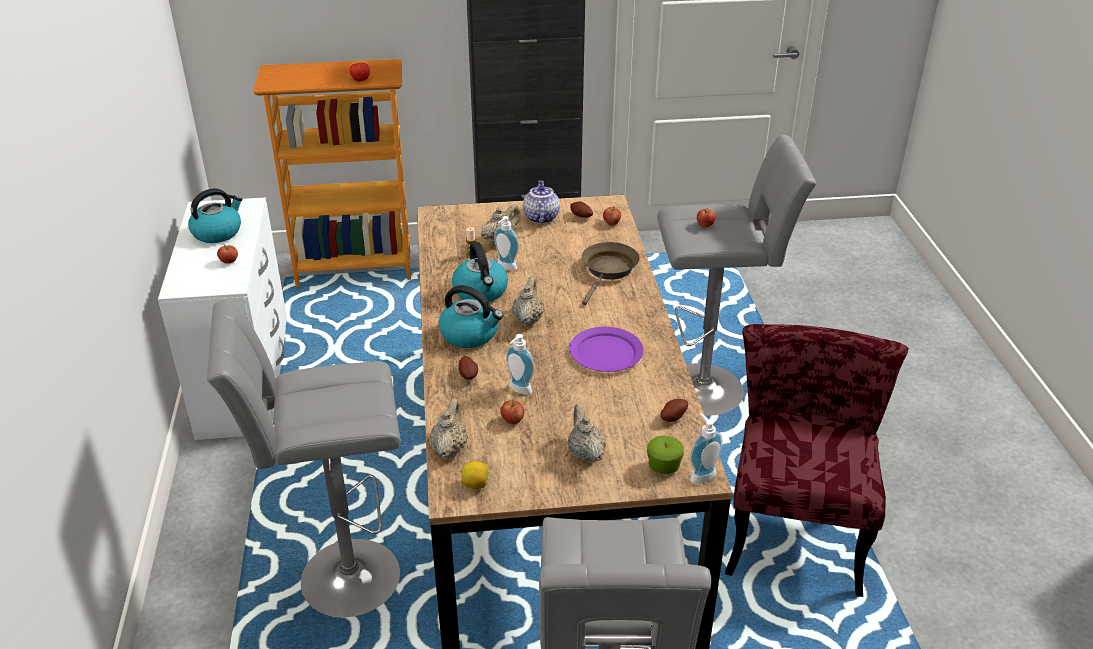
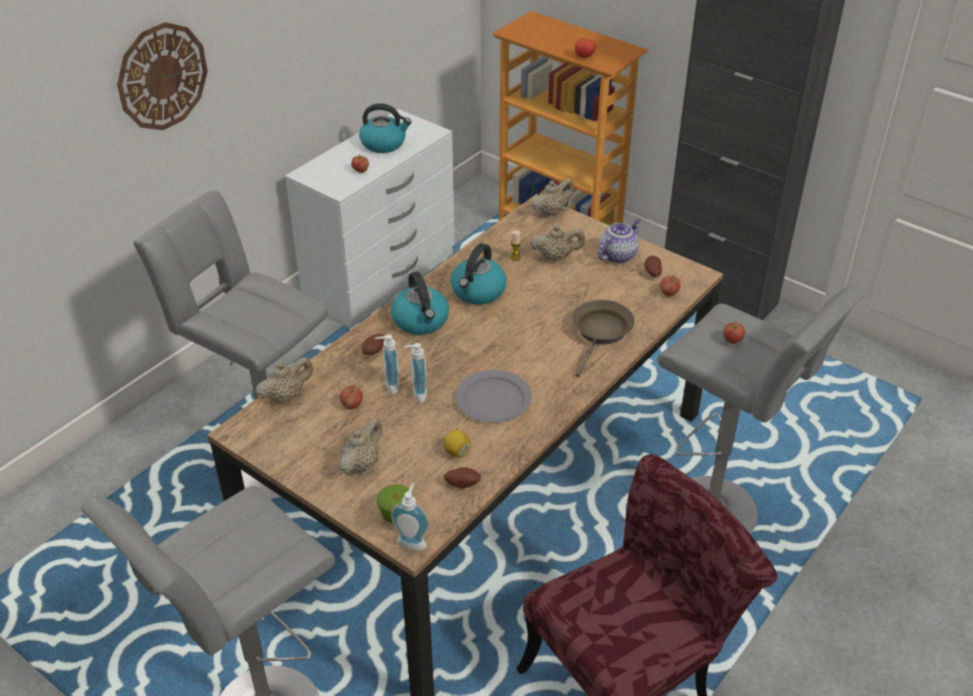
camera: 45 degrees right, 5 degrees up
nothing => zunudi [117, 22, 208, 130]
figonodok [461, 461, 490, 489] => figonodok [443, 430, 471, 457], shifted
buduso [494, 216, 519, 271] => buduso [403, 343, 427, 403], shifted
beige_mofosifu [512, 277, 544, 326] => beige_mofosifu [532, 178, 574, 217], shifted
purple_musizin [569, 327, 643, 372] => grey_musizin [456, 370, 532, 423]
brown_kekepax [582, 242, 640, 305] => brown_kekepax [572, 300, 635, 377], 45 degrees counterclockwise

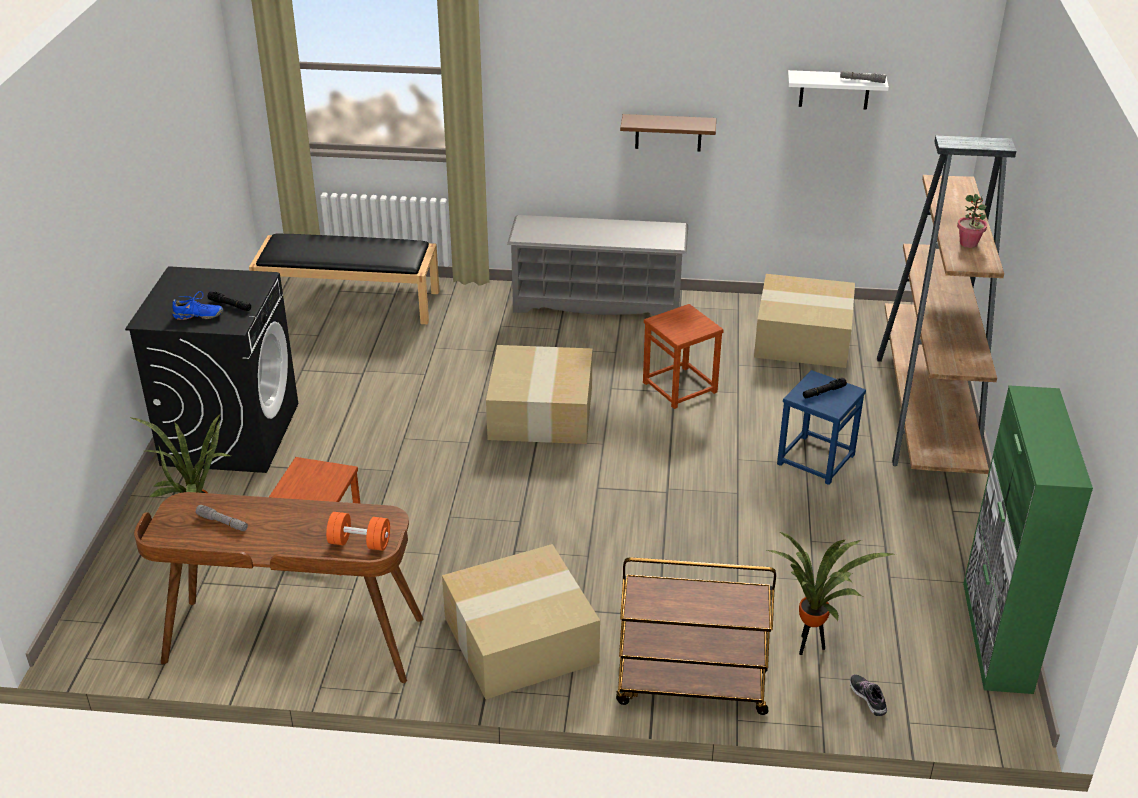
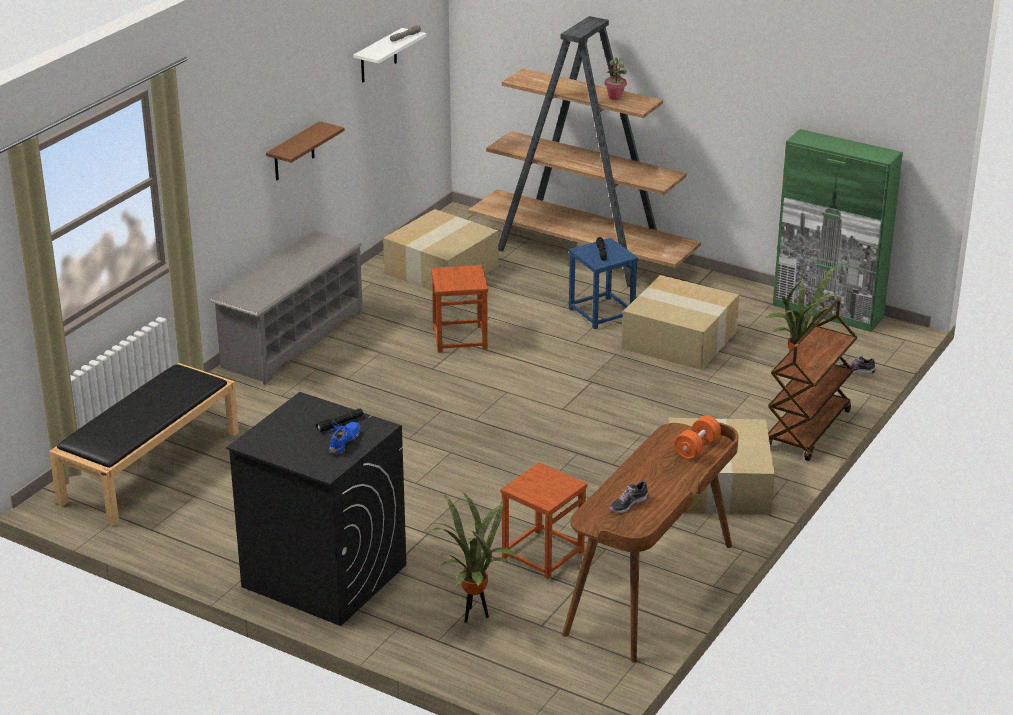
camera: 65 degrees left, 5 degrees down
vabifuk [486, 345, 593, 444] => vabifuk [622, 275, 739, 370], shifted
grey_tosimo [196, 505, 248, 531] => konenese [609, 479, 648, 513]

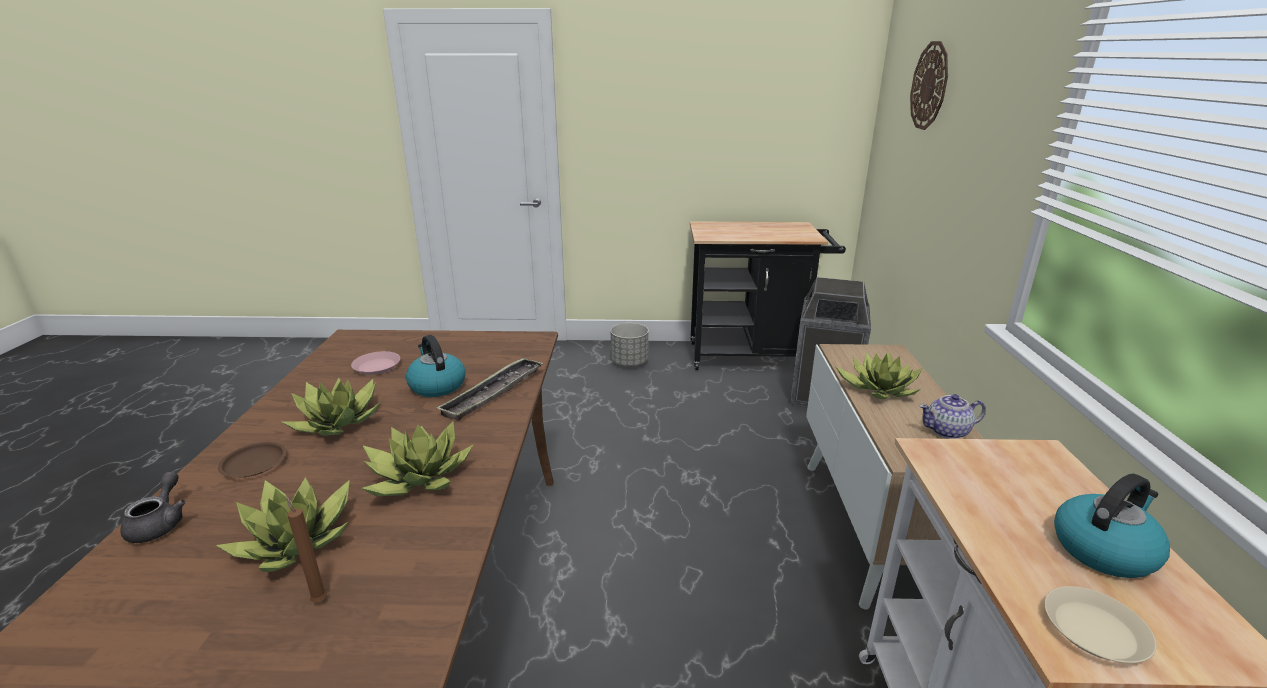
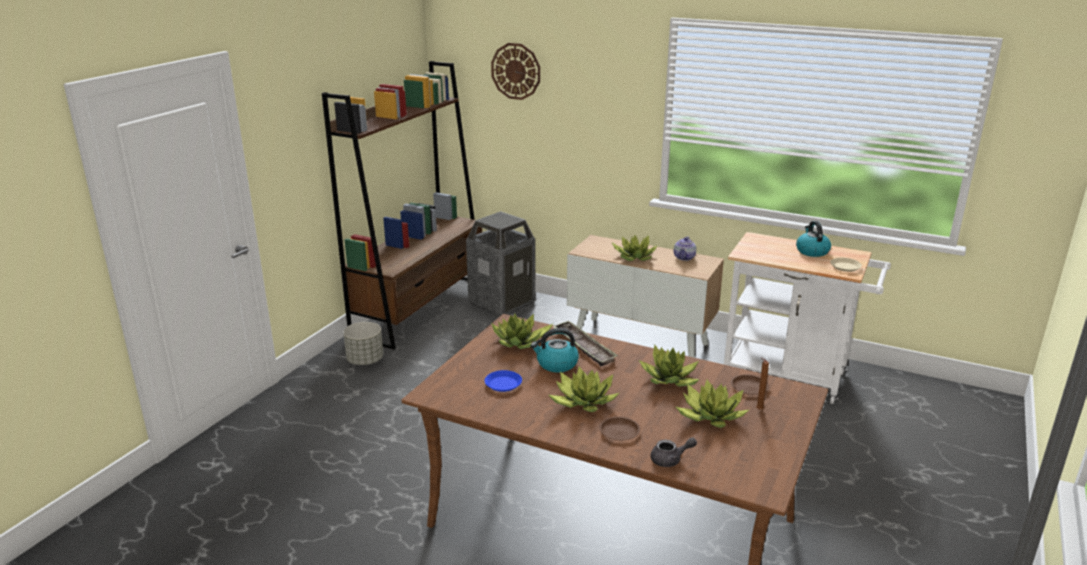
camera: 65 degrees left, 0 degrees up
nothing => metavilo [491, 314, 553, 349]
nothing => brown_musizin [731, 374, 769, 395]
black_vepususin [690, 221, 846, 370] => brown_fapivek [322, 61, 482, 349]
pink_musizin [351, 351, 400, 375] => blue_musizin [485, 370, 522, 392]
grey_mofosifu [120, 472, 186, 543] => grey_mofosifu [651, 437, 697, 467], 150 degrees clockwise

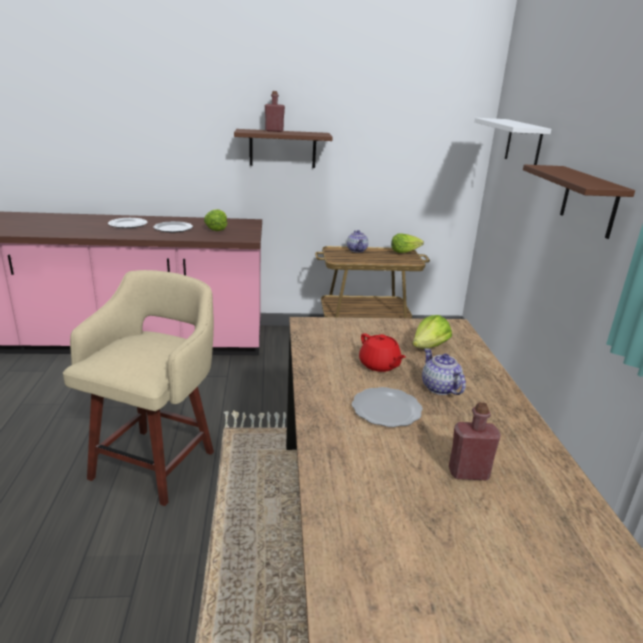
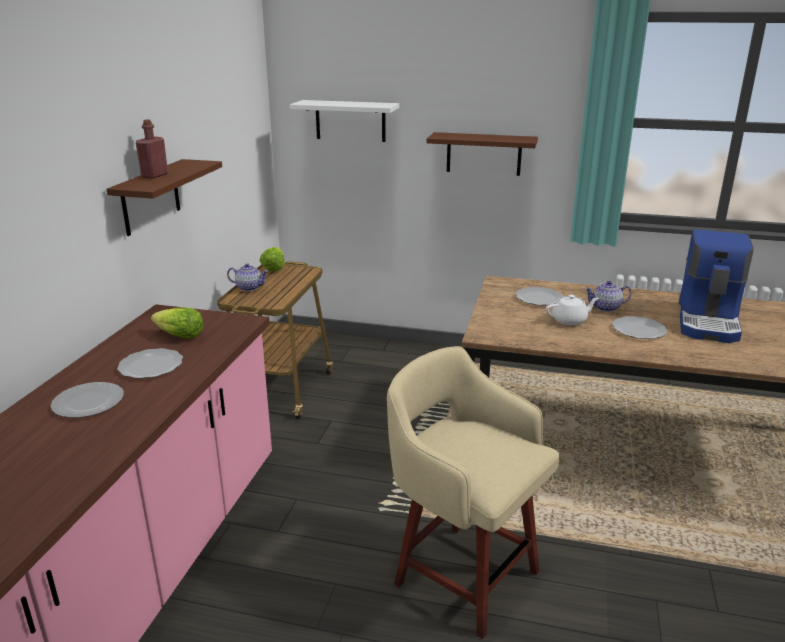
camera: 70 degrees left, 0 degrees up
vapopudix [412, 315, 452, 349] => musizin [515, 287, 562, 306]
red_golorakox [449, 402, 501, 480] => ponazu [679, 229, 754, 343]
red_mofosifu [359, 333, 406, 372] => white_mofosifu [546, 295, 599, 325]

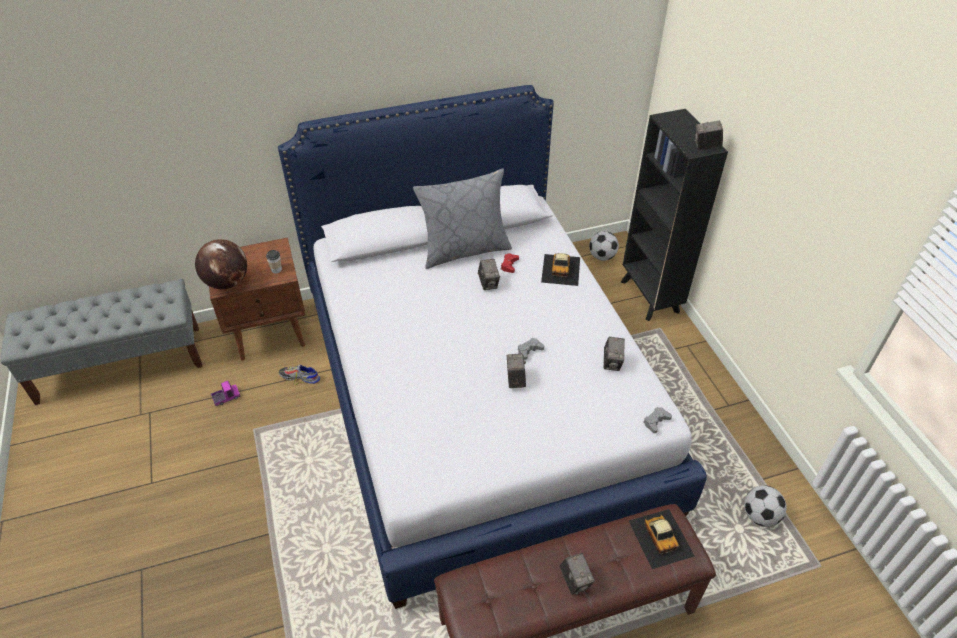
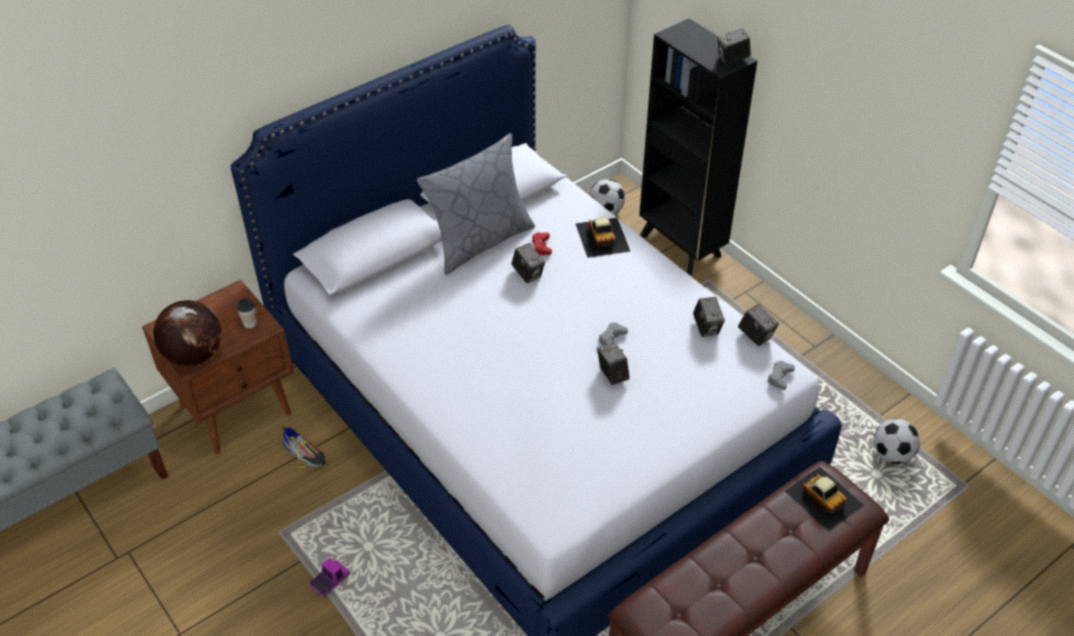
camera: 20 degrees left, 0 degrees up
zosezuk [211, 381, 241, 406] => zosezuk [309, 558, 350, 598], shifted
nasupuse [560, 553, 595, 594] => nasupuse [738, 304, 779, 346], shifted
konenese [279, 365, 320, 385] => konenese [283, 427, 326, 468], 135 degrees counterclockwise

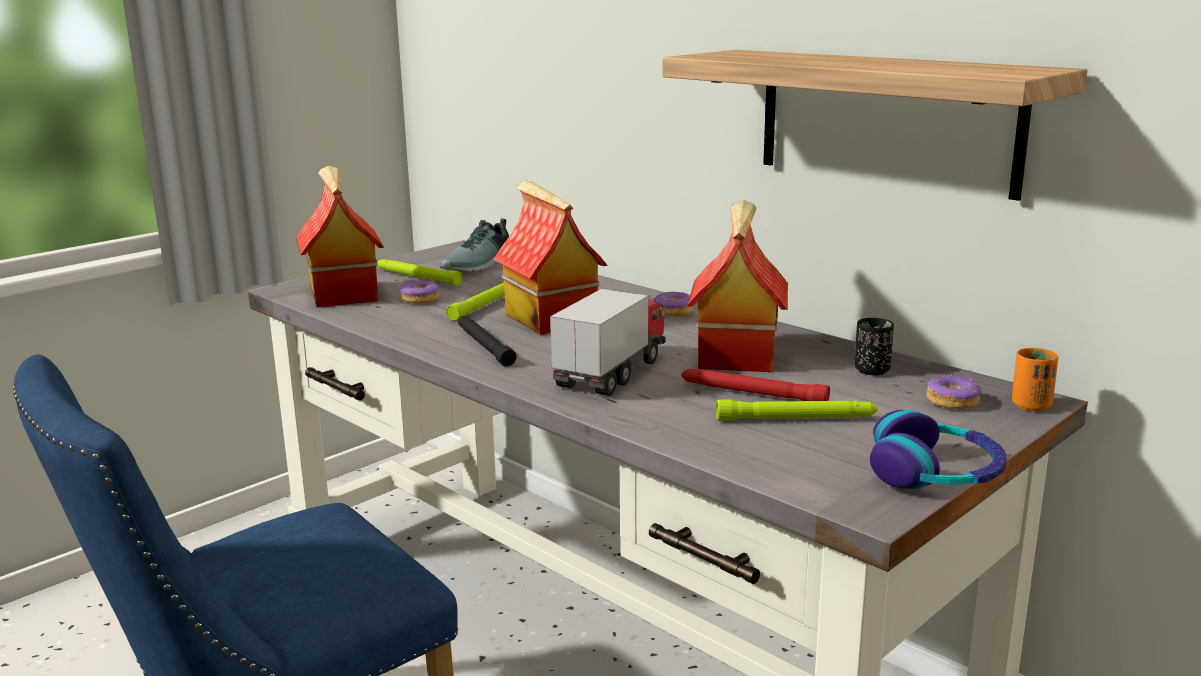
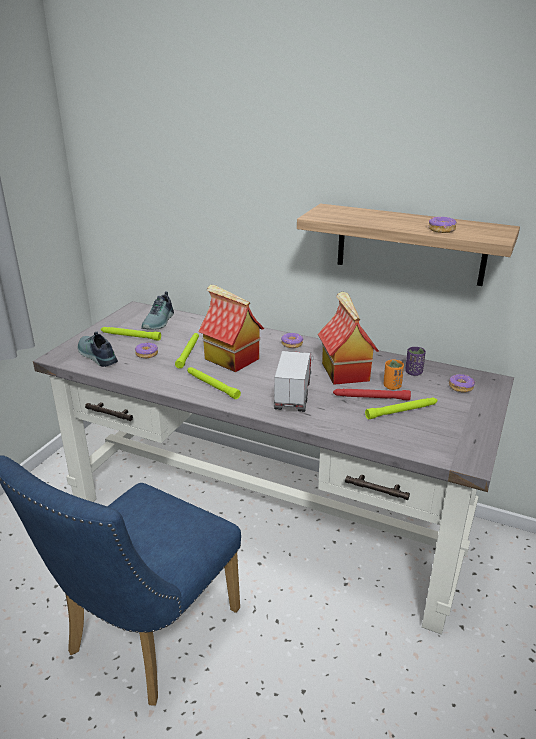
camera: 20 degrees left, 10 degrees up
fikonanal [870, 410, 1007, 489] => nothing
nothing => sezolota [428, 217, 457, 233]
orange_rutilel [1012, 348, 1058, 411] => orange_rutilel [384, 359, 404, 390], shifted
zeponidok [296, 166, 384, 307] => konenese [78, 332, 118, 367]
black_tosimo [458, 316, 517, 367] => green_tosimo [187, 367, 241, 399]
black_rutilel [855, 318, 894, 375] => purple_rutilel [405, 347, 426, 376]

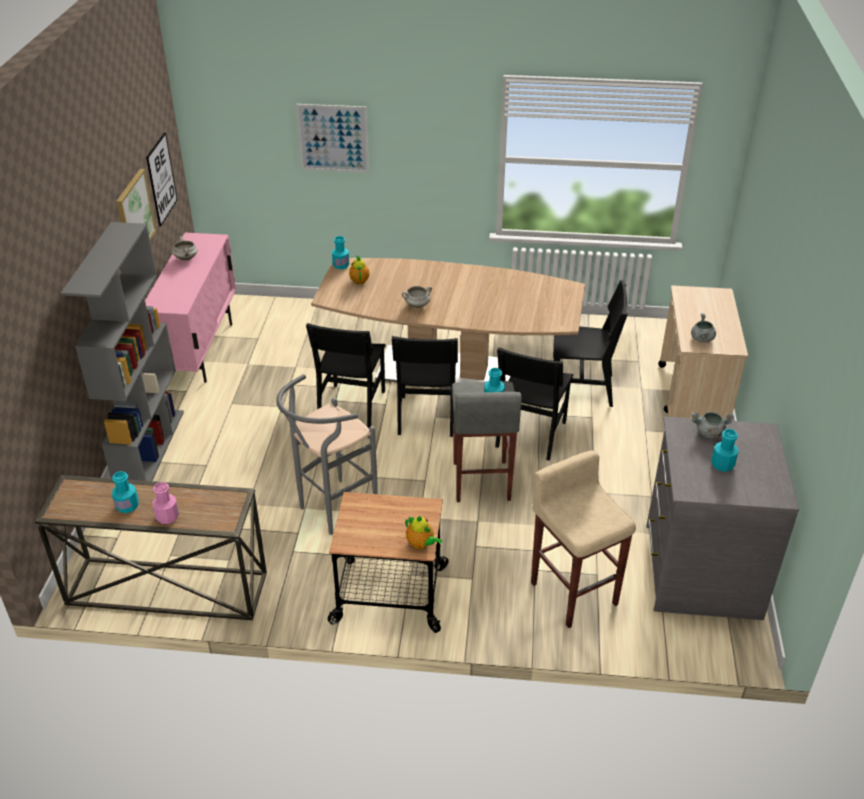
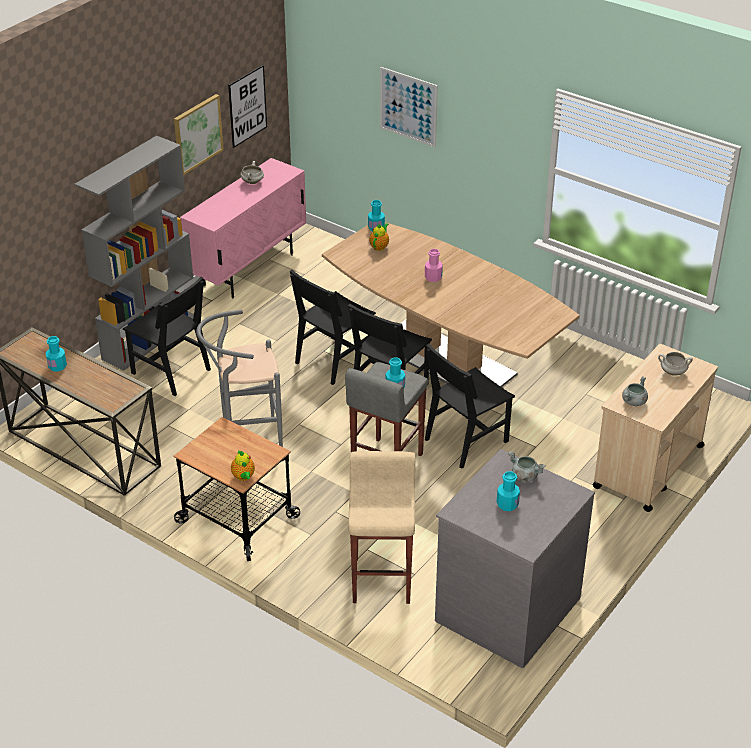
camera: 30 degrees right, 0 degrees up
pink_golorakox [152, 482, 179, 524] => pink_golorakox [425, 249, 443, 282], shifted
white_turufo [402, 286, 432, 308] => white_turufo [658, 352, 693, 376], shifted
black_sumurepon [553, 280, 628, 407] => black_sumurepon [123, 277, 211, 396], shifted

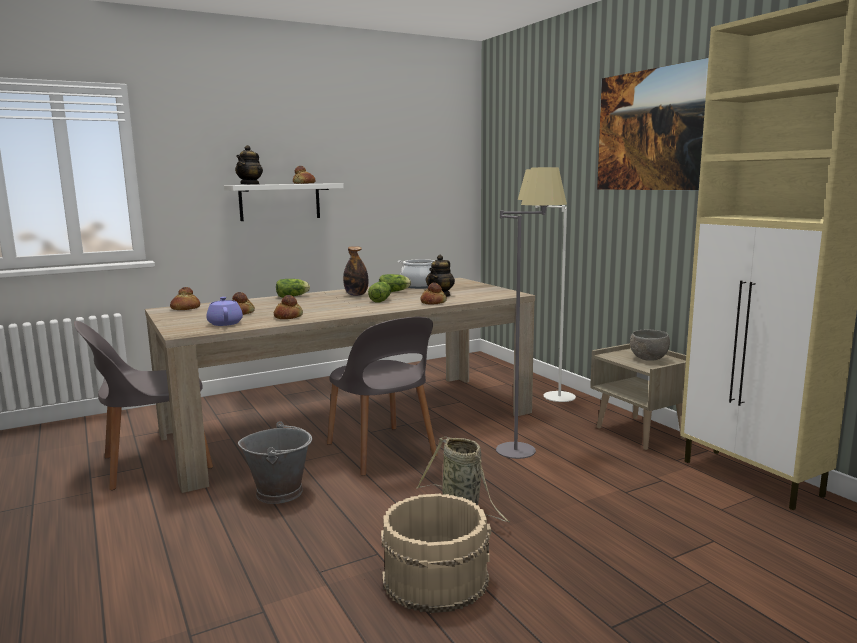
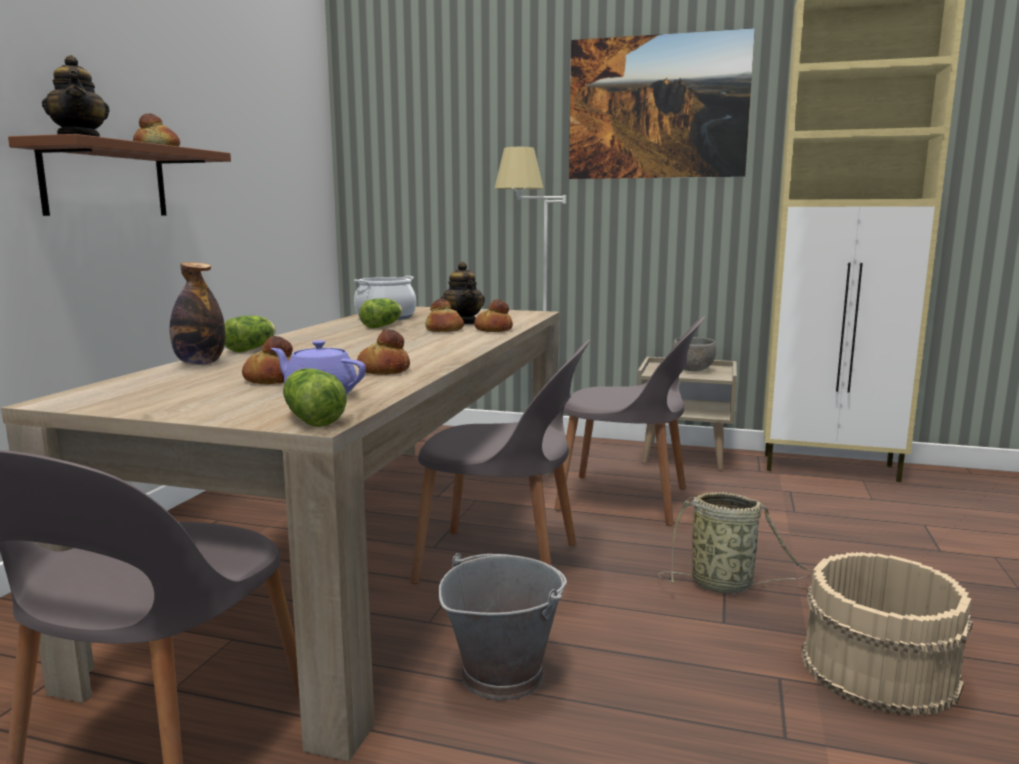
camera: 45 degrees left, 0 degrees up
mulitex [170, 287, 200, 310] => mulitex [425, 299, 464, 332], shifted
golorakox [343, 246, 368, 296] => golorakox [169, 262, 225, 365], shifted
vapopudix [368, 282, 391, 303] => vapopudix [283, 368, 347, 427], shifted
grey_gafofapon [496, 167, 567, 459] => grey_sumurepon [554, 316, 705, 526]
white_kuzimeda [224, 183, 344, 221] => brown_kuzimeda [8, 134, 231, 216]

